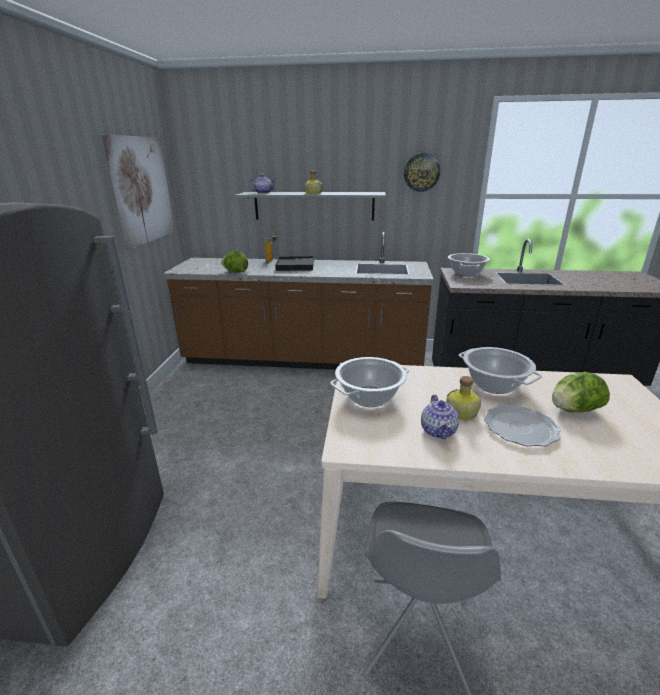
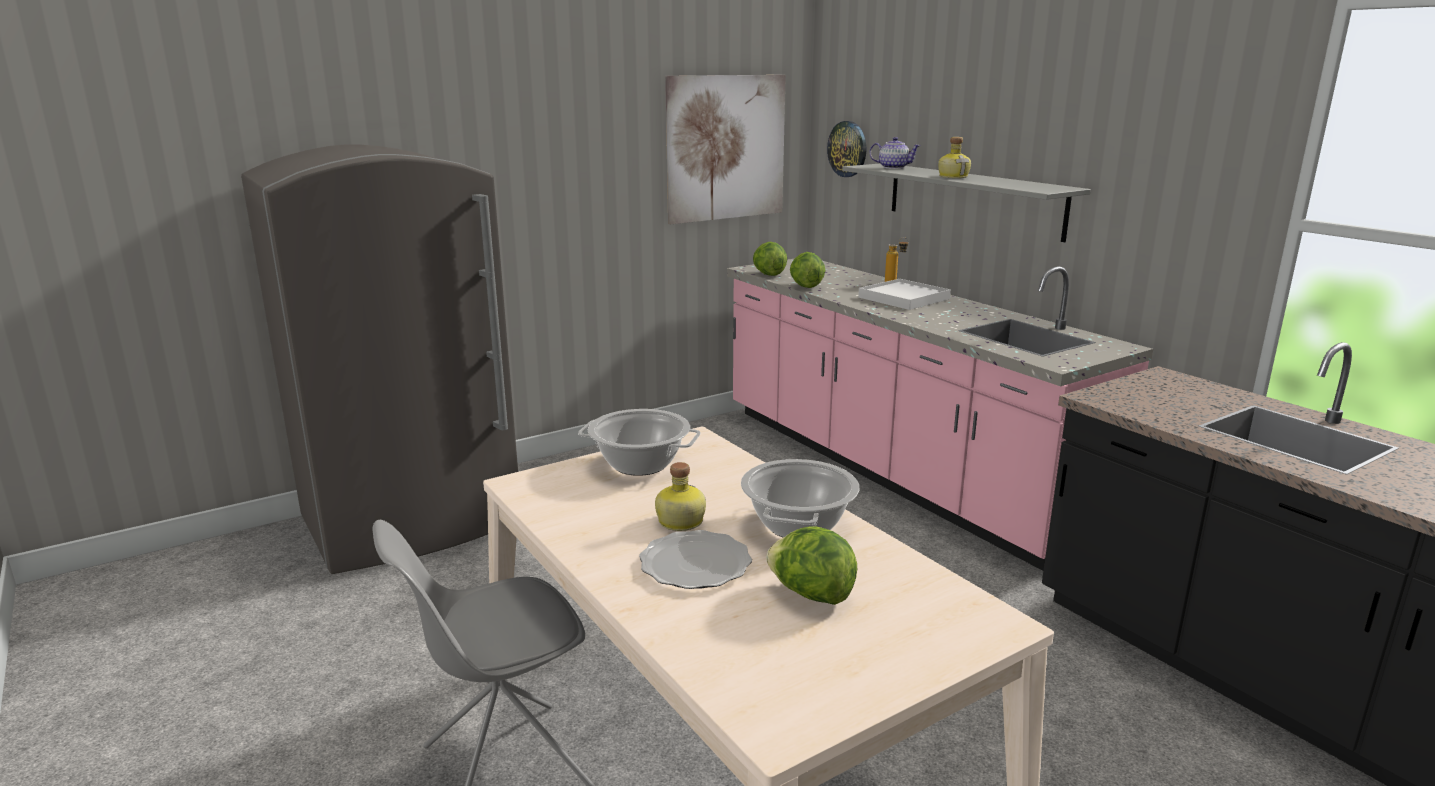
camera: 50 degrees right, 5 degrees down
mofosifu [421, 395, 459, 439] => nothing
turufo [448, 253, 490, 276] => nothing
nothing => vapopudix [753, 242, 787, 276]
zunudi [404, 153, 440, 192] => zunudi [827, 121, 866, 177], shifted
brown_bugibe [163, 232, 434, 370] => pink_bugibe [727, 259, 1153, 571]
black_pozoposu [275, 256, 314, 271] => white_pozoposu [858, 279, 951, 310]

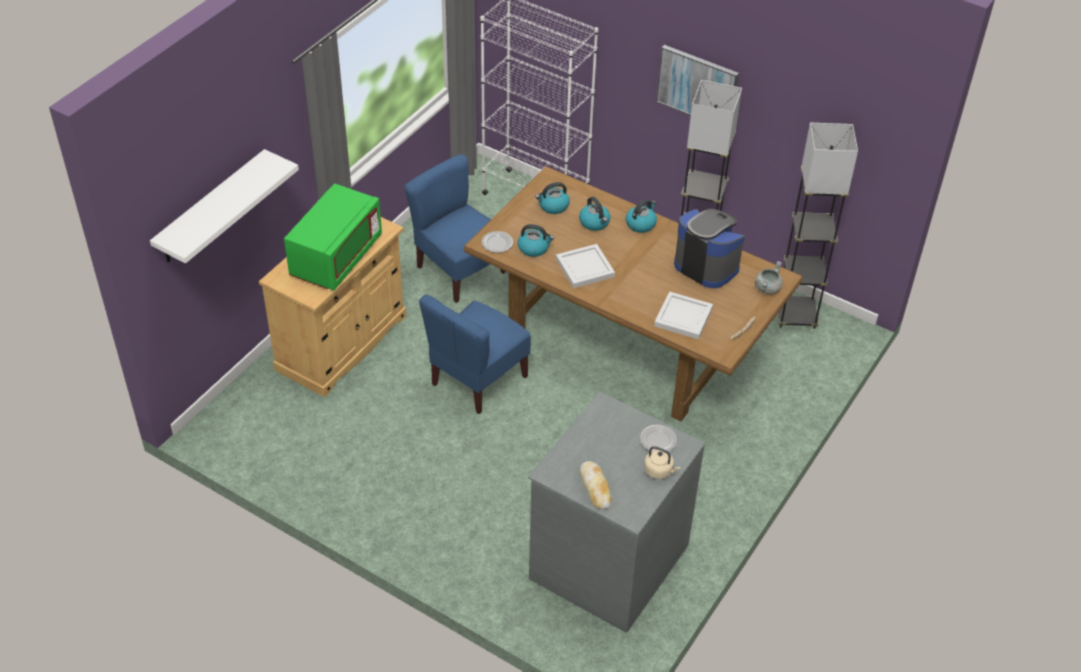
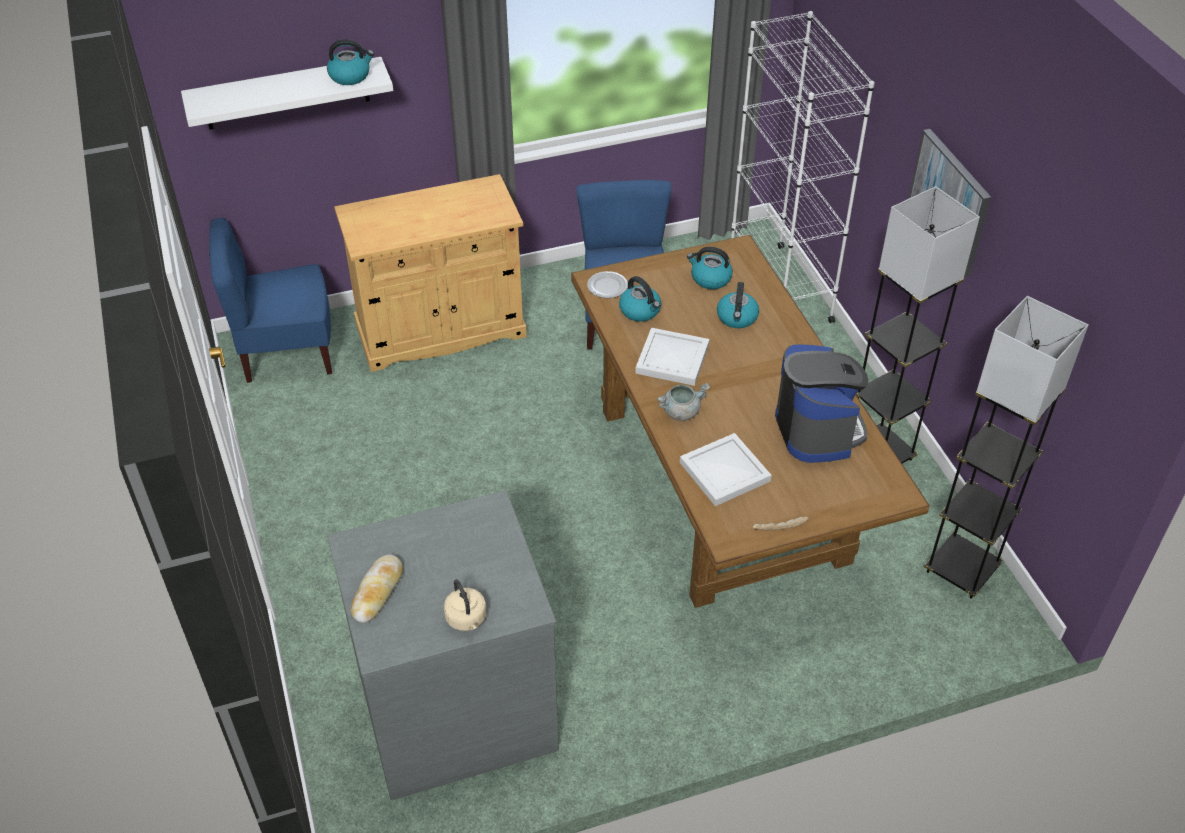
camera: 40 degrees right, 0 degrees up
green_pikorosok [284, 184, 382, 291] => nothing
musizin [640, 425, 677, 452] => nothing
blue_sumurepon [419, 295, 531, 414] => blue_sumurepon [209, 218, 332, 383], shifted
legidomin [626, 199, 657, 233] => legidomin [327, 39, 374, 85], shifted
grey_turufo [755, 261, 783, 294] => grey_turufo [657, 383, 710, 421], shifted

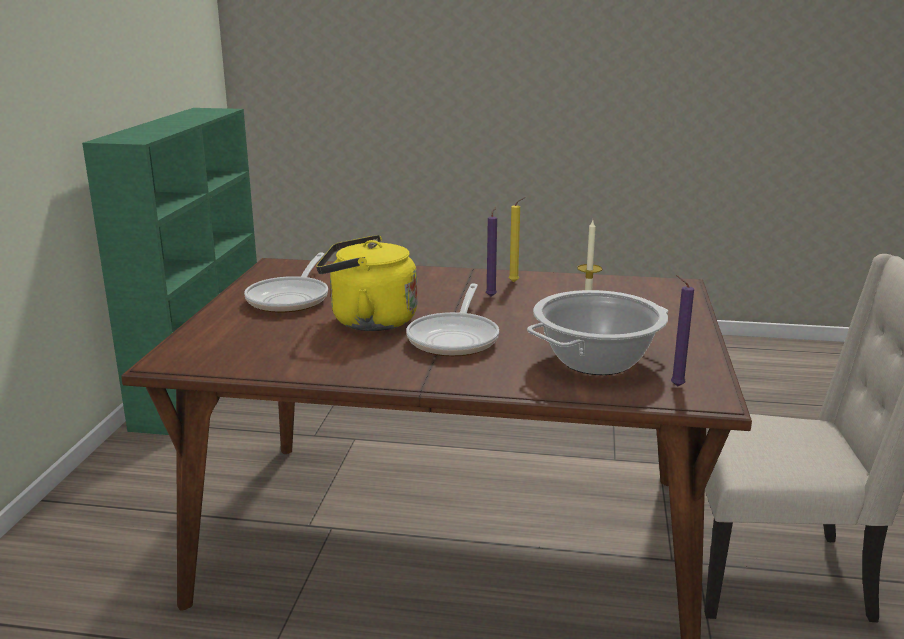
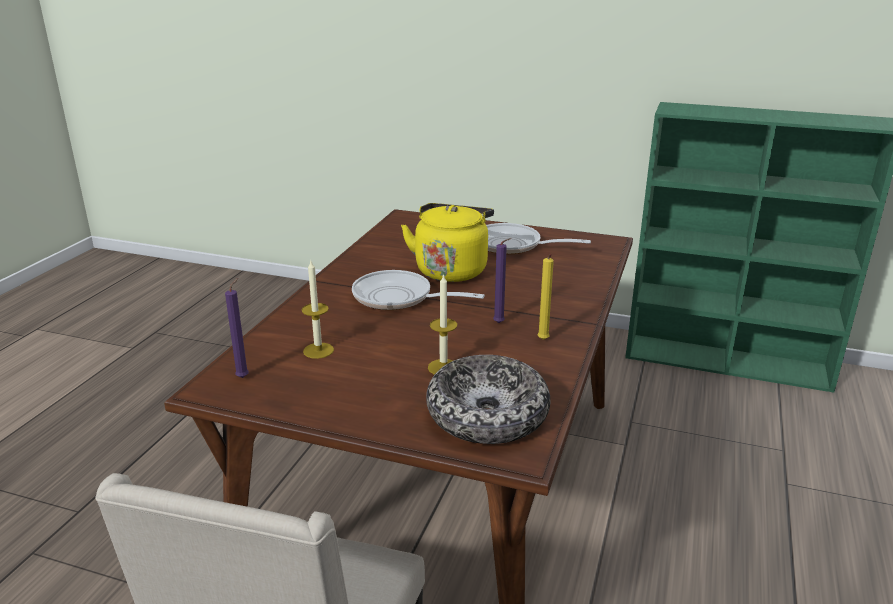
camera: 100 degrees right, 5 degrees up
nothing => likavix [426, 355, 550, 444]
turufo [527, 290, 668, 375] => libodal [302, 261, 334, 359]

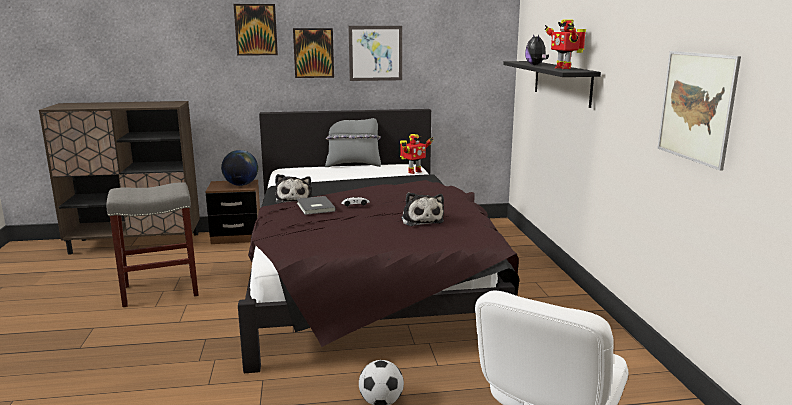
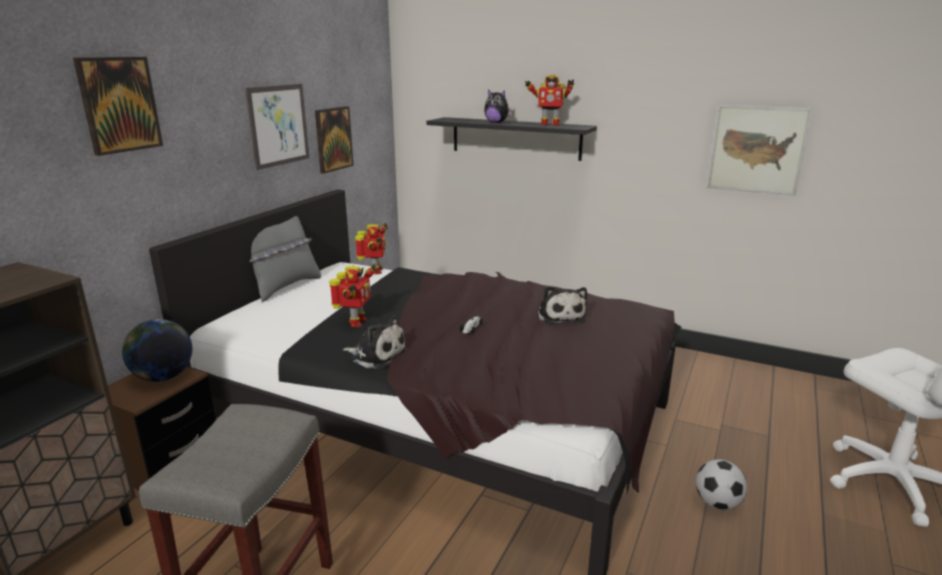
camera: 55 degrees left, 5 degrees up
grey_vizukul [297, 196, 336, 215] => nothing
nothing => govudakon [329, 263, 377, 327]
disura [293, 28, 334, 78] => disura [315, 106, 353, 174], shifted
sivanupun [401, 192, 444, 226] => sivanupun [537, 286, 587, 325], 60 degrees clockwise

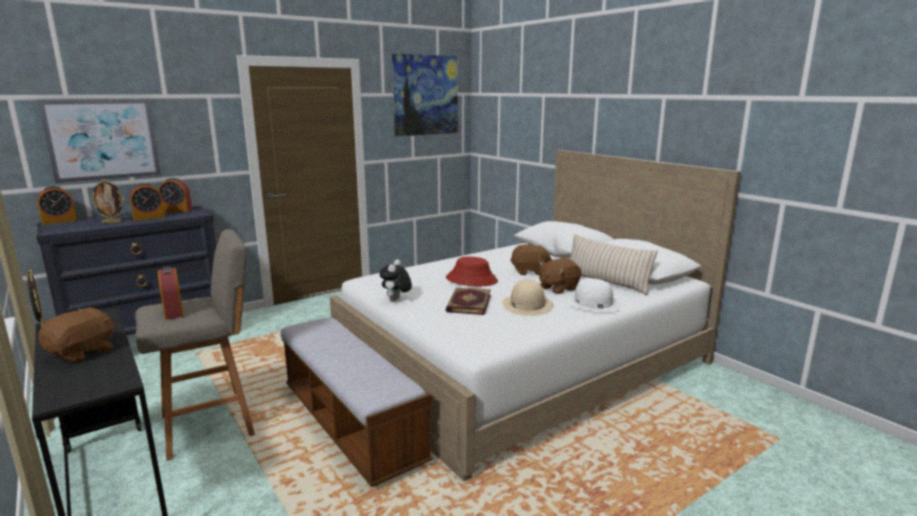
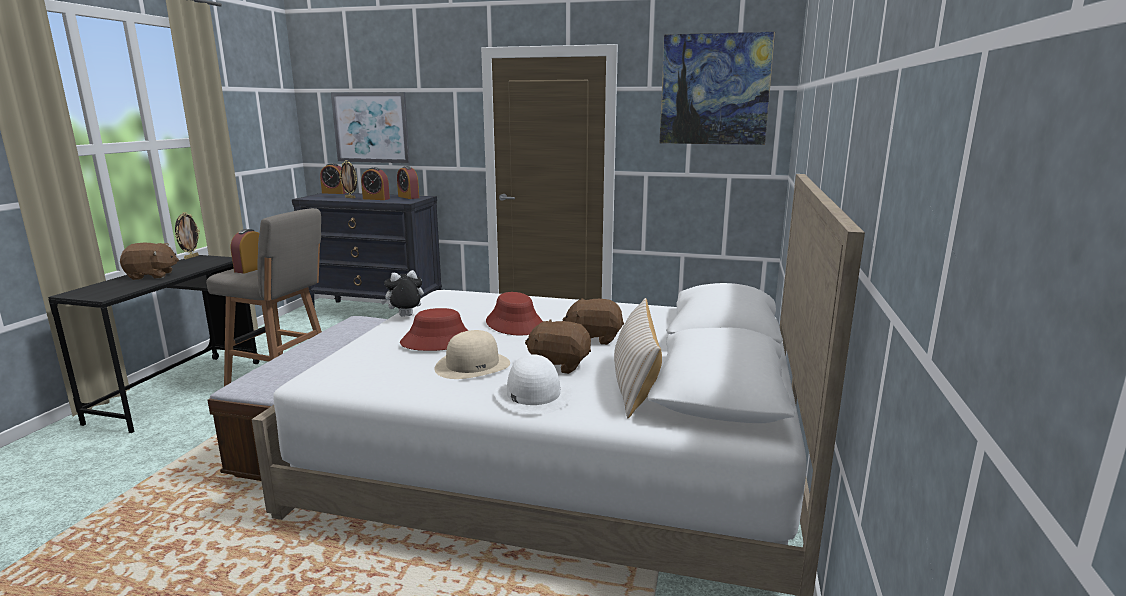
camera: 50 degrees right, 0 degrees up
vizukul [446, 288, 491, 315] => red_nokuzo [400, 308, 468, 351]
brown_sivanupun [510, 244, 552, 275] => brown_sivanupun [562, 298, 624, 345], 135 degrees clockwise

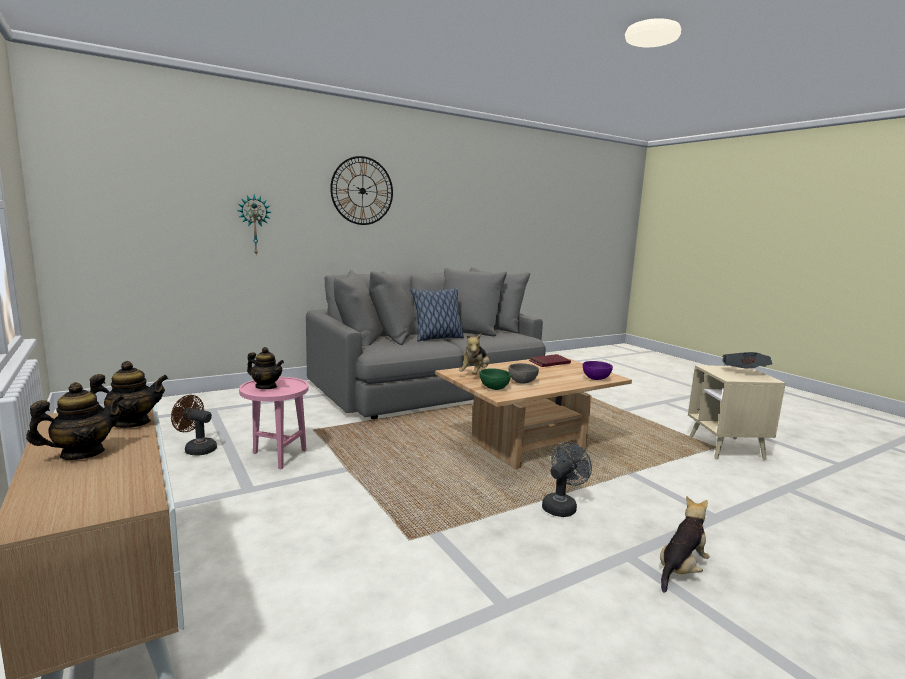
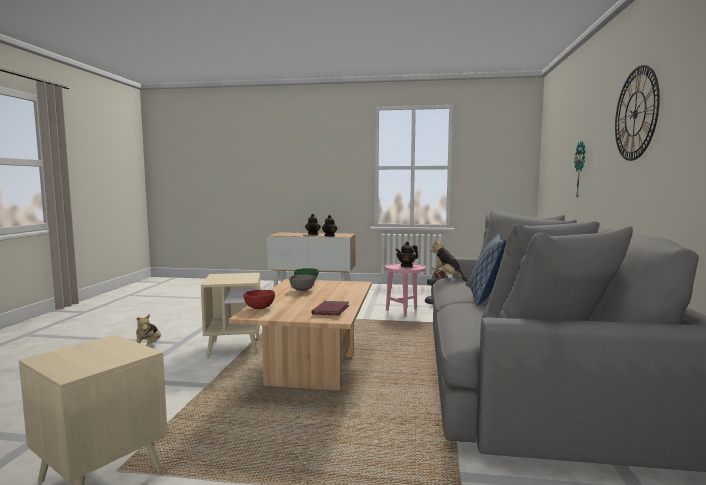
camera: 130 degrees right, 5 degrees down
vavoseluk [723, 352, 773, 369] => nothing
sivanupun [459, 334, 490, 375] => sivanupun [430, 239, 468, 281], shifted
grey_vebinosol [542, 442, 592, 517] => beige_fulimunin [201, 273, 260, 357]
purple_likavix [583, 361, 613, 380] => red_likavix [244, 290, 275, 309]

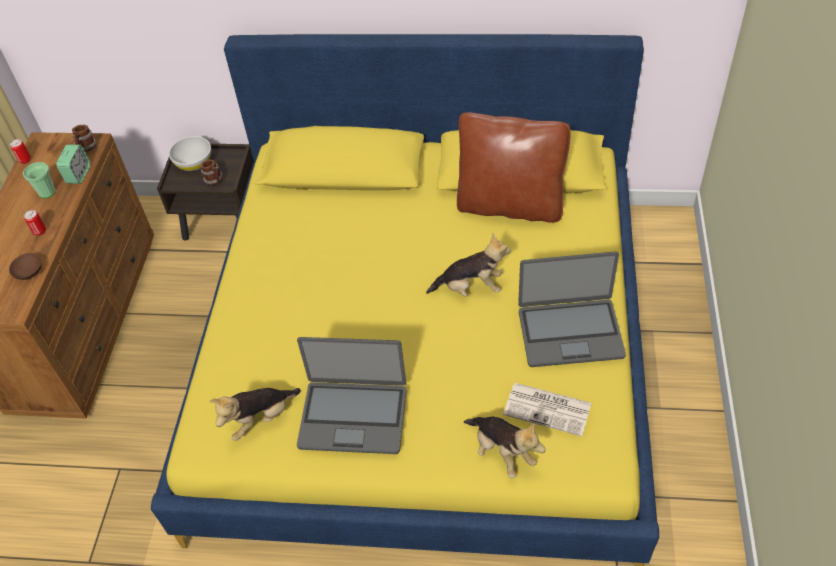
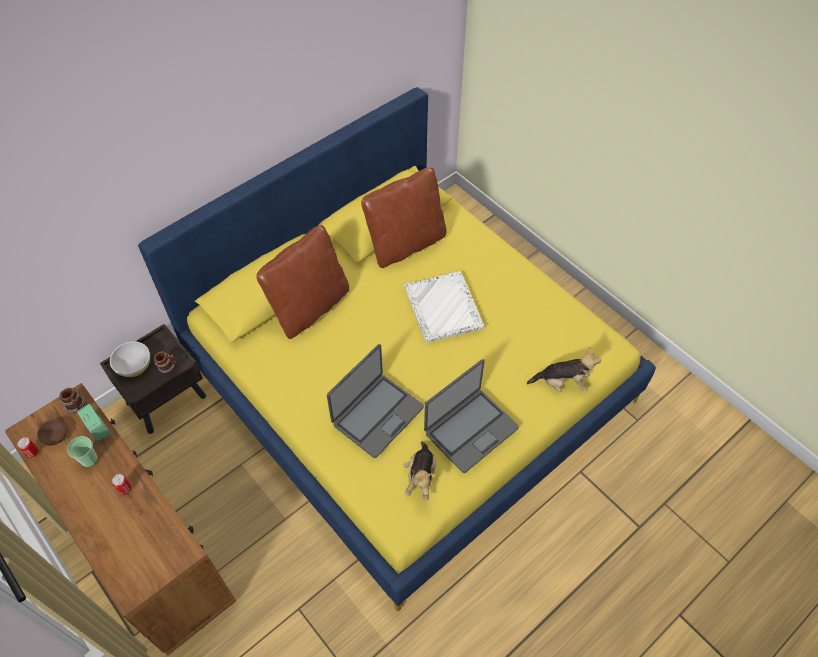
camera: 50 degrees left, 5 degrees up
vavoseluk [503, 383, 591, 436] => nothing
nothing => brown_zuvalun [256, 225, 349, 339]
brown_likavix [9, 253, 41, 280] => brown_likavix [37, 419, 67, 445], shifted
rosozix [518, 251, 626, 367] => rosozix [327, 344, 424, 458], shifted
sivanupun [426, 234, 511, 297] => white_pozoposu [404, 271, 485, 343]

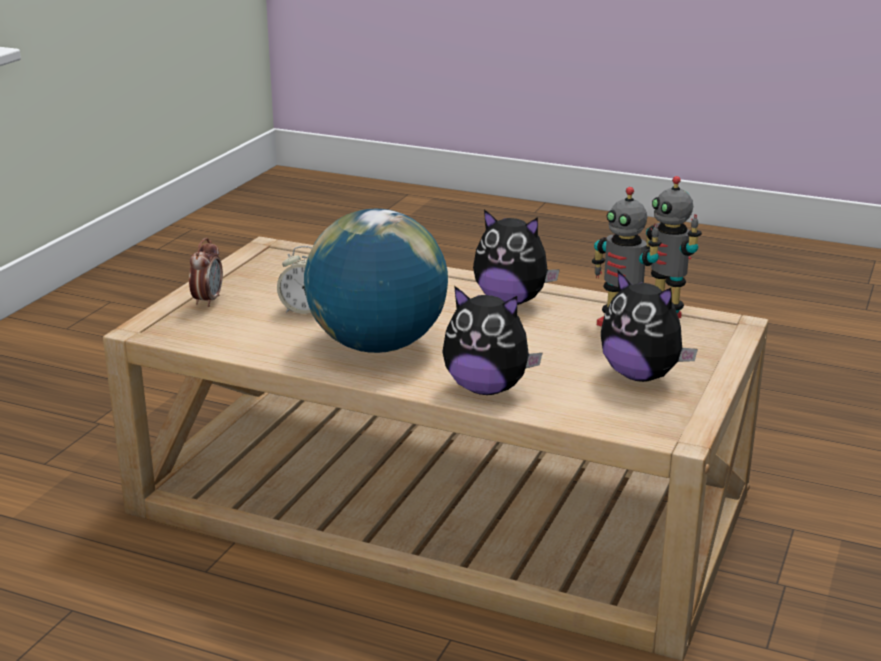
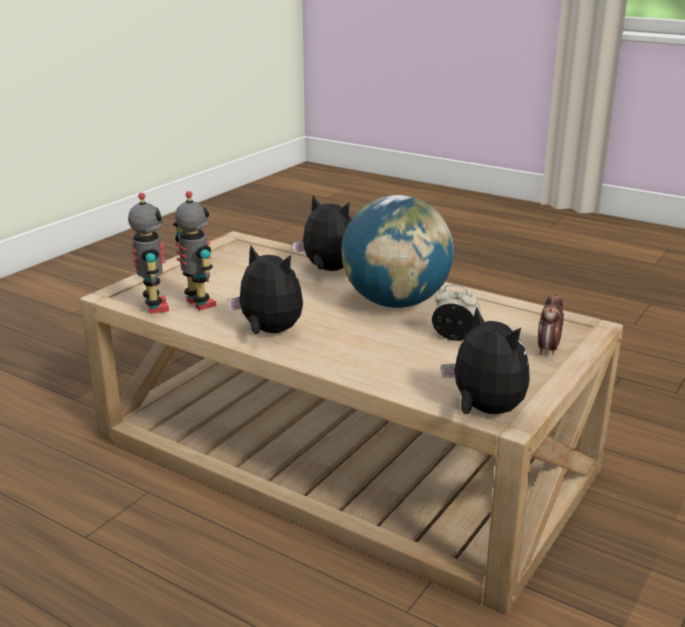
camera: 170 degrees left, 0 degrees up
sivanupun [601, 270, 698, 382] => sivanupun [441, 306, 530, 414], shifted

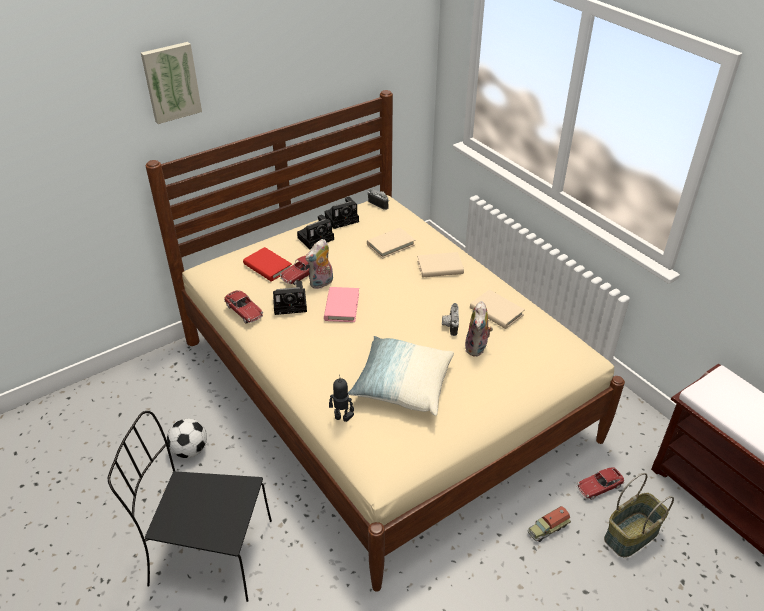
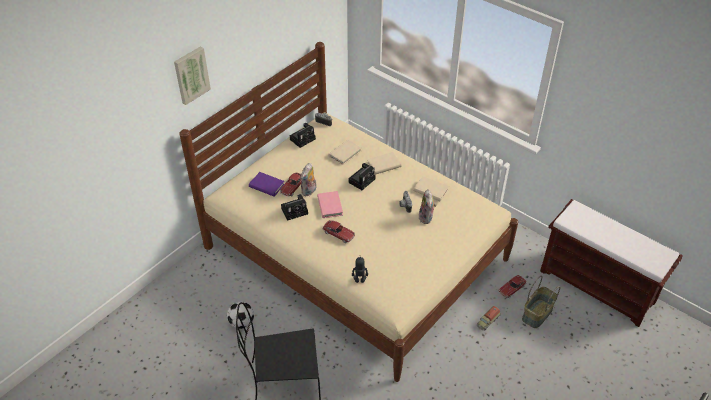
camera: 15 degrees left, 5 degrees up
zuvalun [348, 336, 454, 416] => nothing
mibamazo [224, 290, 263, 323] => mibamazo [323, 220, 355, 243], shifted
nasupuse [297, 215, 334, 249] => nasupuse [349, 163, 376, 190], shifted
red_vizukul [243, 247, 292, 282] => purple_vizukul [249, 172, 284, 196]

